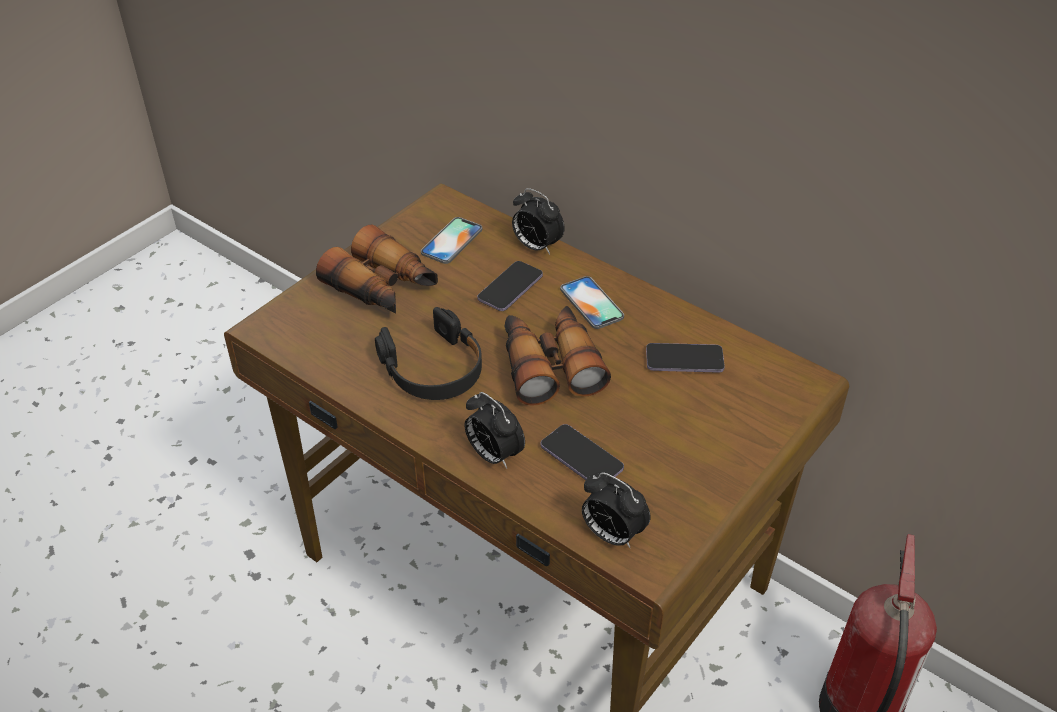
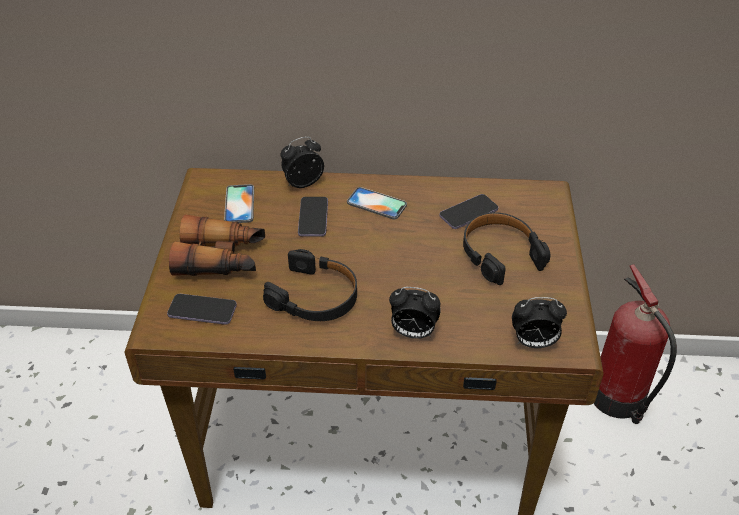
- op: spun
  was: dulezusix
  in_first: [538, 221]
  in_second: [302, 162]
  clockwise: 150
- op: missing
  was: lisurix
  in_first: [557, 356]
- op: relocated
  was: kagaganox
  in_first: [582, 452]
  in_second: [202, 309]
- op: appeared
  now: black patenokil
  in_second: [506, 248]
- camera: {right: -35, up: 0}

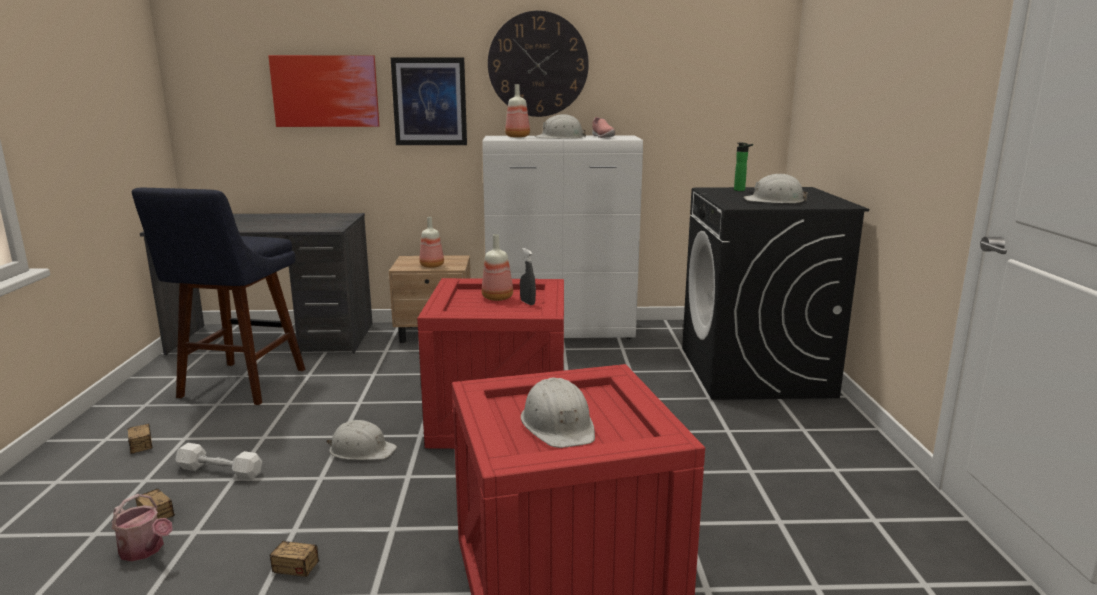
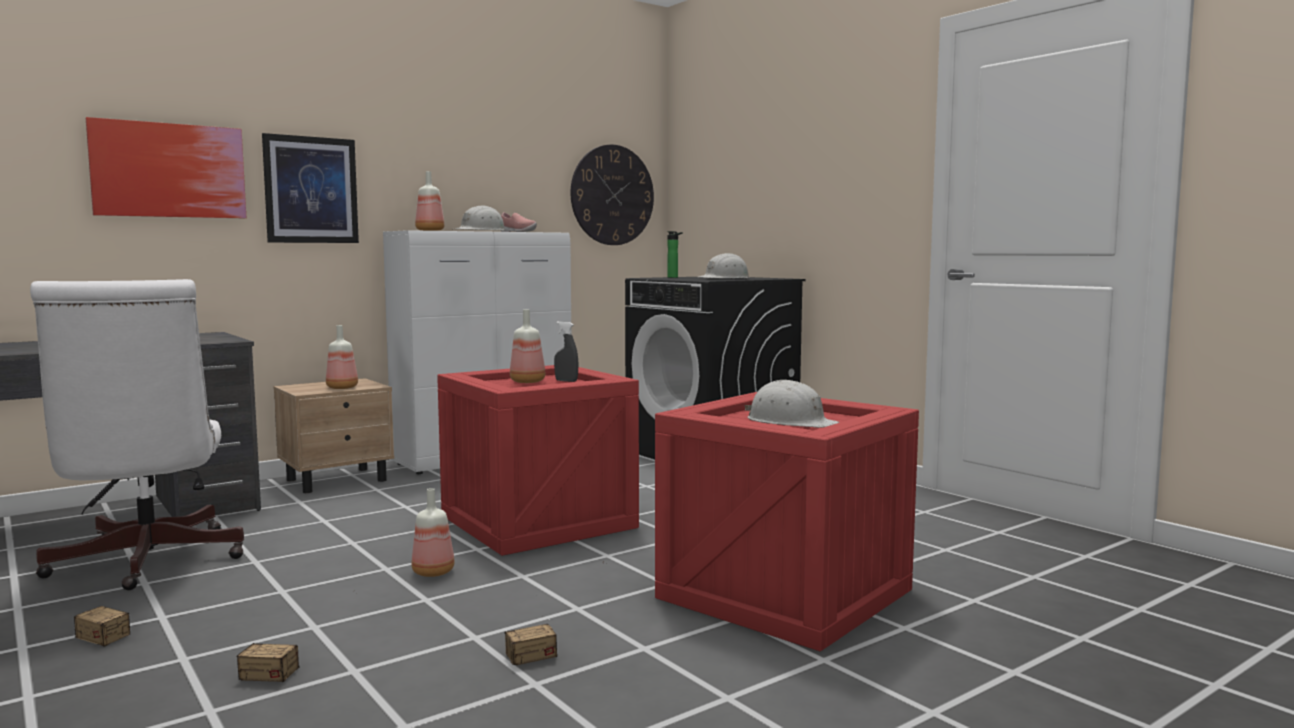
- op: relocated
  was: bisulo
  in_first: [538, 64]
  in_second: [612, 195]
- op: exchanged
  was: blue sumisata
  now: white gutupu
  in_first: [218, 296]
  in_second: [137, 434]
- op: exchanged
  was: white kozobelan
  now: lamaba
  in_first: [361, 440]
  in_second: [433, 532]
- op: missing
  was: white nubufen
  in_first: [218, 461]
- op: missing
  was: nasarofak
  in_first: [142, 527]
- camera: {right: -35, up: -10}

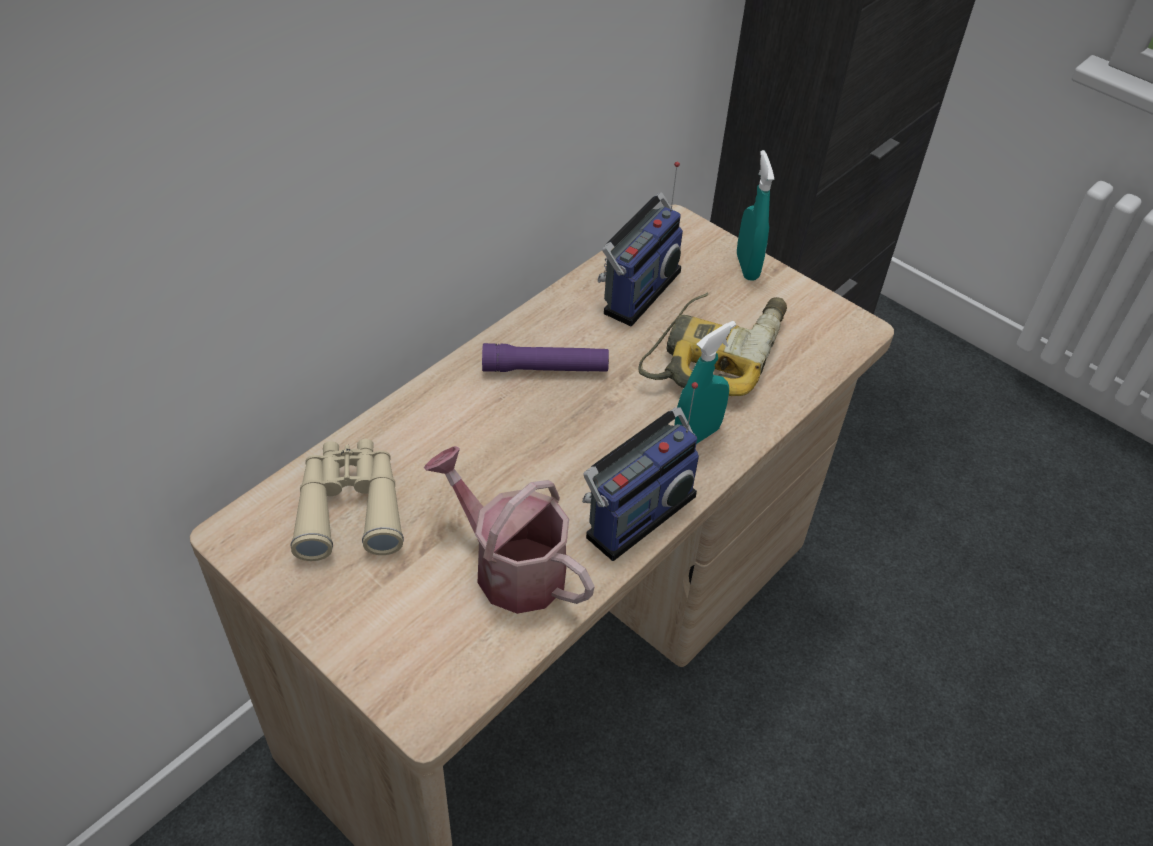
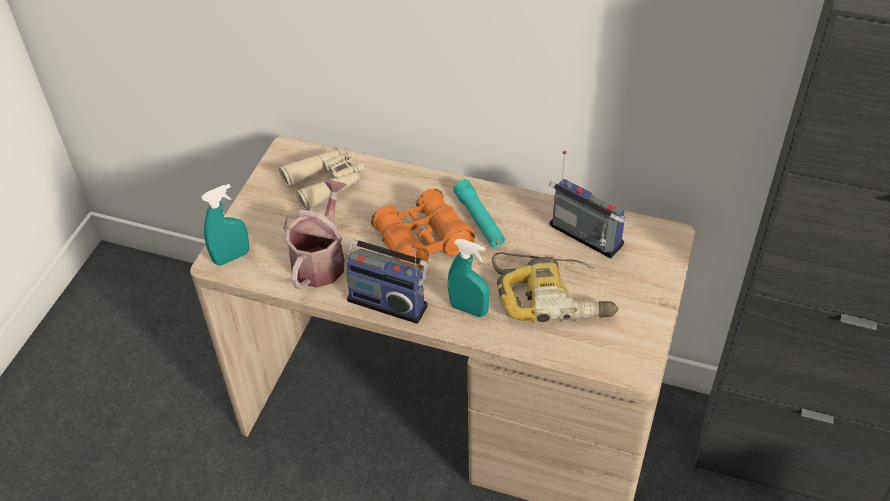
- op: relocated
  was: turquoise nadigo
  in_first: [755, 215]
  in_second: [225, 224]
- op: spun
  was: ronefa
  in_first: [640, 243]
  in_second: [587, 204]
  clockwise: -150
- op: colour
  was: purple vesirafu
  now: turquoise vesirafu
  in_first: [545, 357]
  in_second: [479, 213]
- op: appeared
  now: orange lisurix
  in_second: [423, 228]
- camera: {right: 70, up: 0}

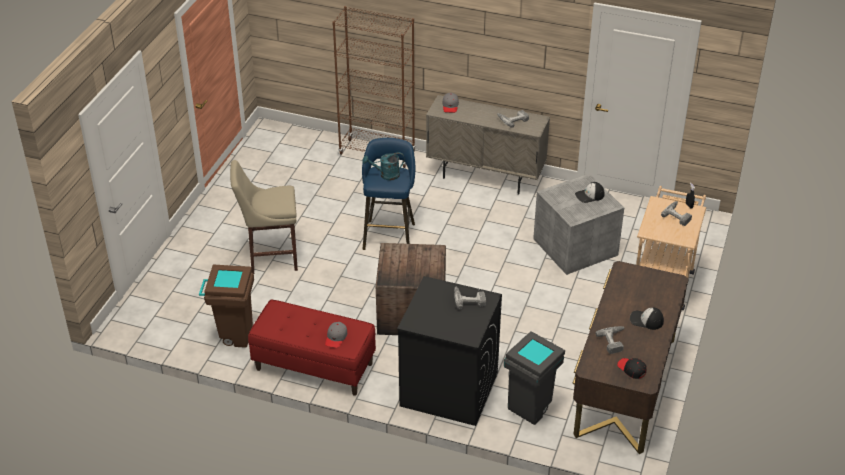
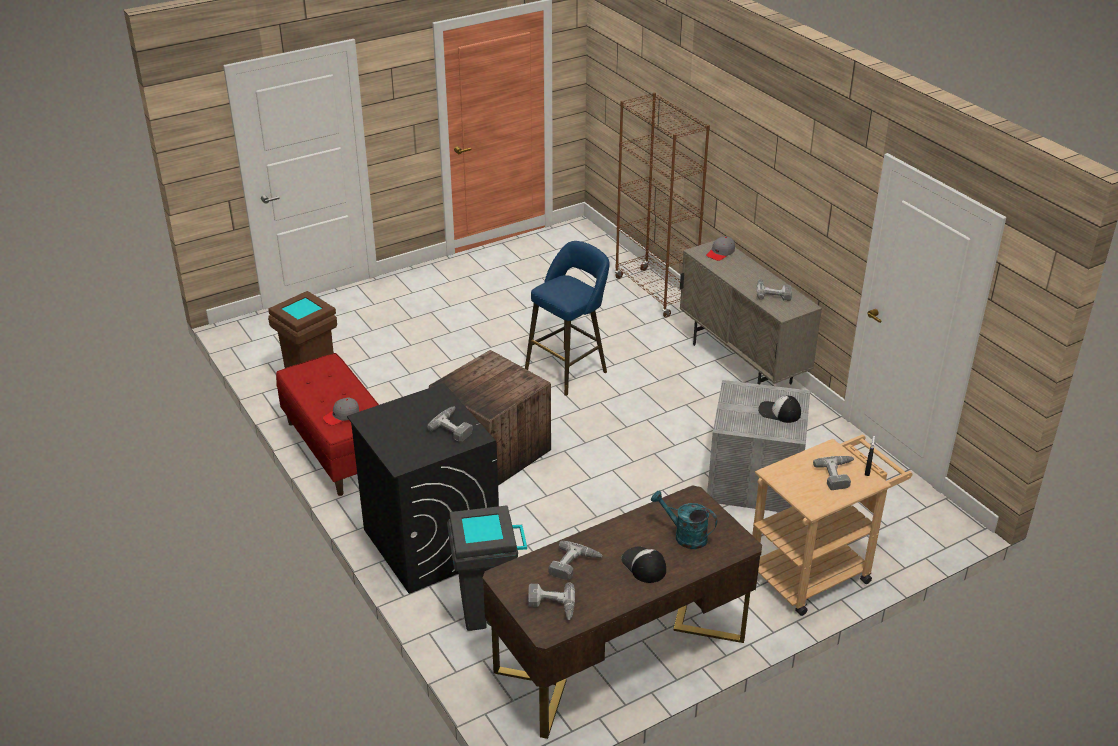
- op: relocated
  was: turquoise nasarofak
  in_first: [383, 166]
  in_second: [684, 520]
- op: missing
  was: beige sumisata
  in_first: [264, 217]
- op: exchanged
  was: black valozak
  now: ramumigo
  in_first: [632, 368]
  in_second: [551, 601]
- camera: {right: 40, up: -5}

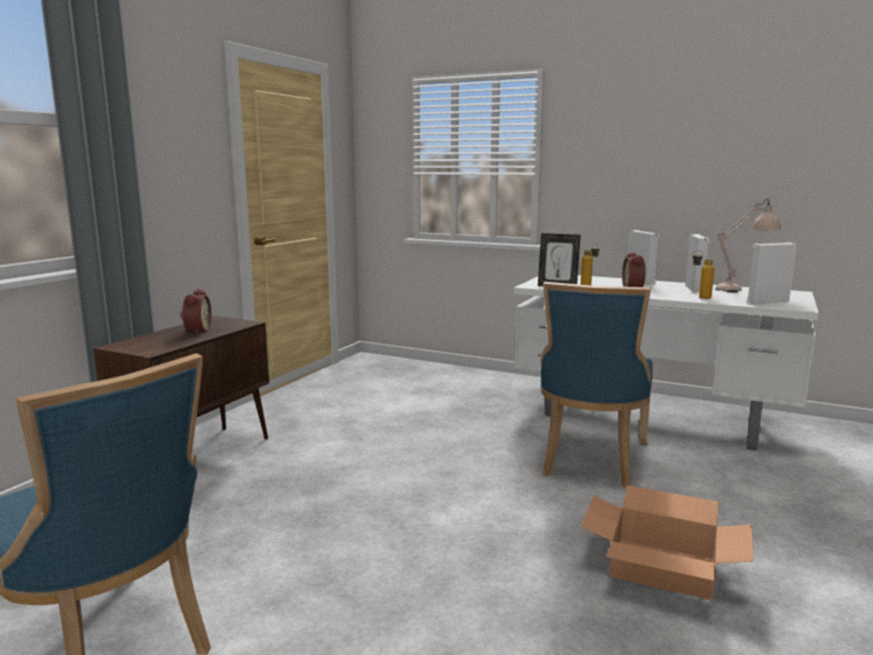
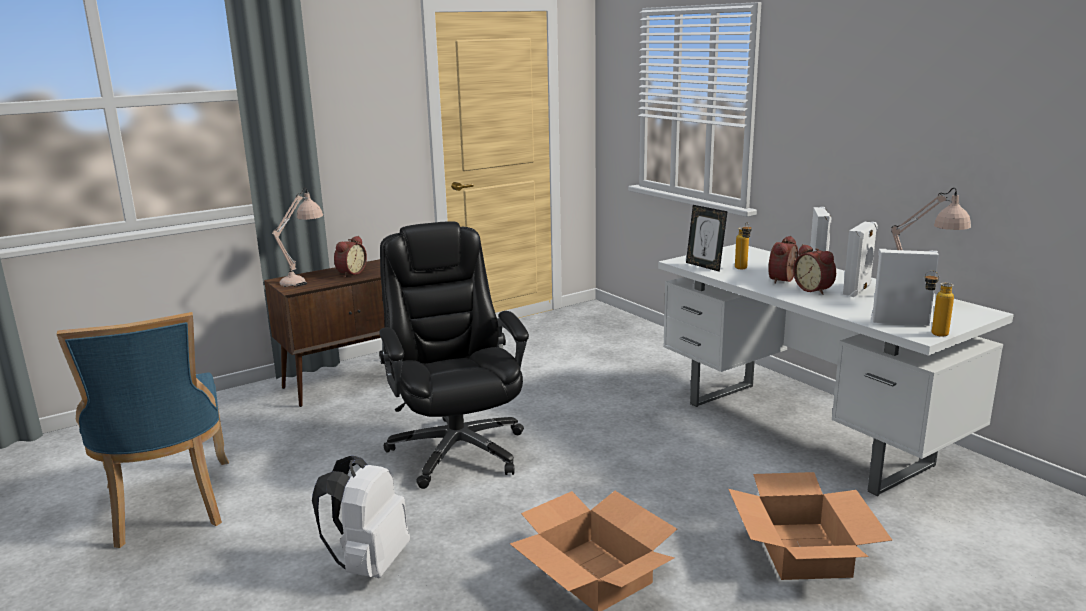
- op: relocated
  was: lamaba
  in_first: [703, 274]
  in_second: [939, 303]
- op: missing
  was: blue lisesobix
  in_first: [596, 385]
- op: appeared
  now: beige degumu
  in_second: [297, 237]
- op: appeared
  now: black gutupu
  in_second: [454, 355]
- op: appeared
  now: dulezusix
  in_second: [814, 269]
- op: appeared
  now: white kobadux
  in_second: [361, 517]
- op: appeared
  now: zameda
  in_second: [811, 526]
- camera: {right: 30, up: 5}

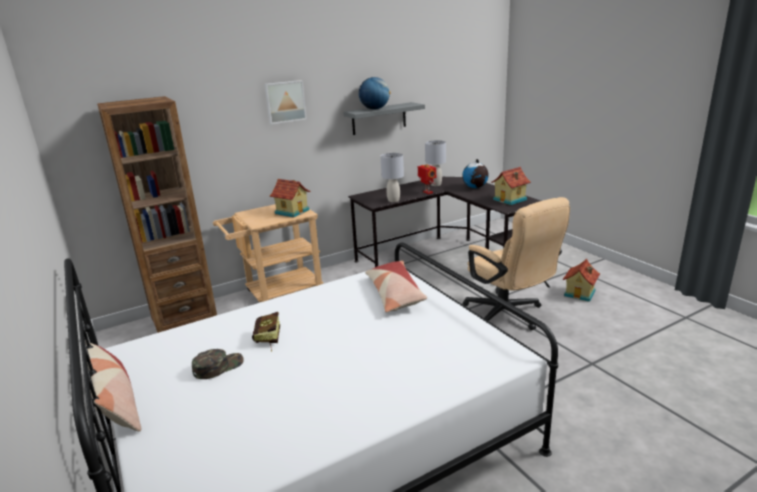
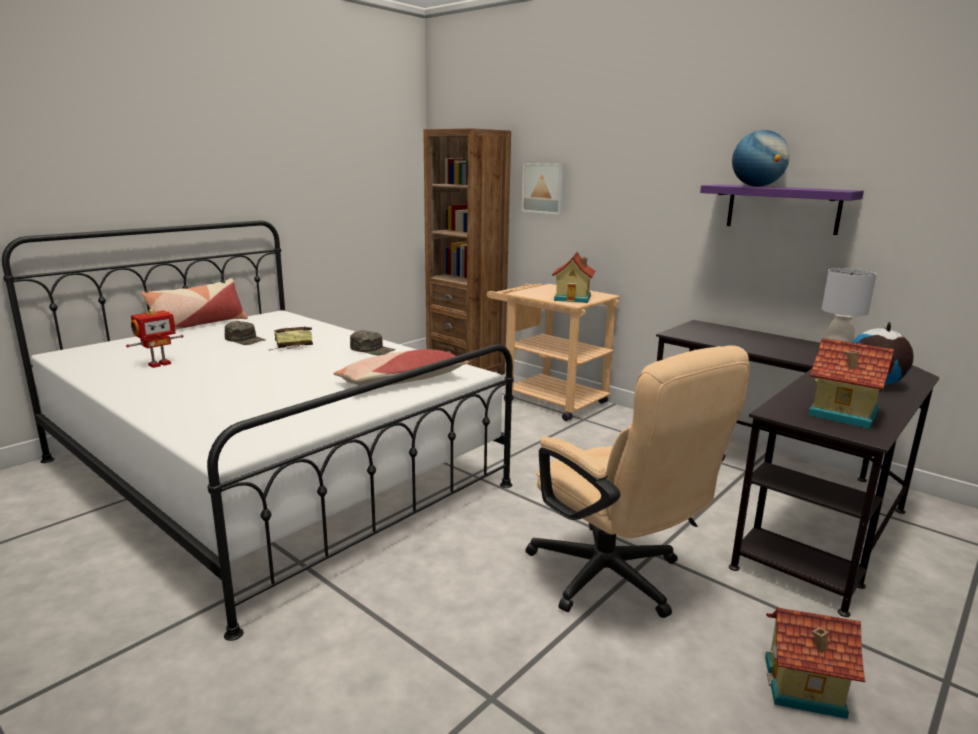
- op: relocated
  was: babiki
  in_first: [285, 102]
  in_second: [543, 189]
- op: colour
  was: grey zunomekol
  now: purple zunomekol
  in_first: [384, 118]
  in_second: [782, 209]
- op: missing
  was: grey degumu
  in_first: [392, 177]
- op: relocated
  was: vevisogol
  in_first: [427, 179]
  in_second: [155, 338]
- op: spun
  was: beige gutupu
  in_first: [516, 263]
  in_second: [637, 481]
  clockwise: -75
- op: appeared
  now: green valozak
  in_second: [373, 342]
- camera: {right: 70, up: -5}

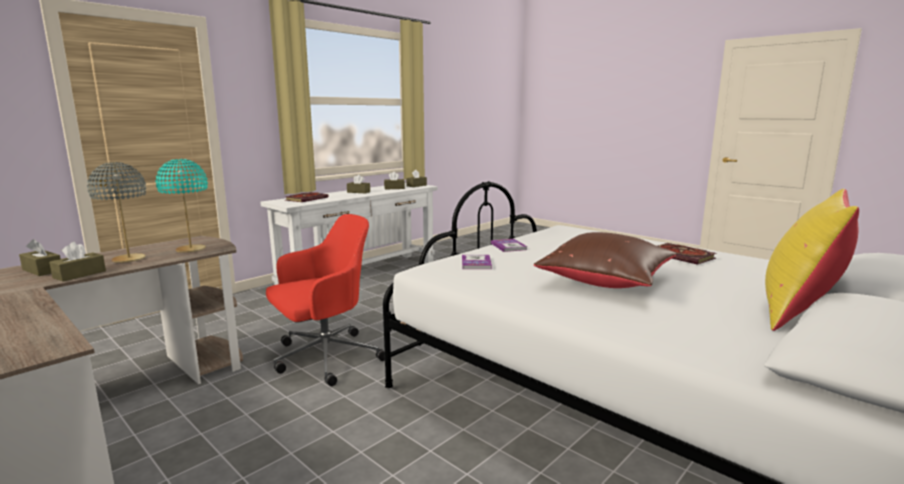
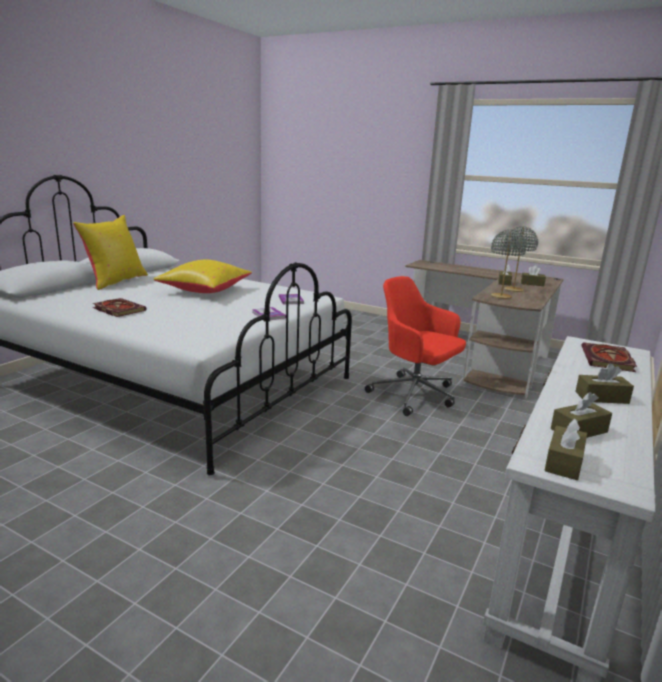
- op: colour
  was: turquoise degumu
  now: grey degumu
  in_first: [182, 206]
  in_second: [509, 264]
- op: spun
  was: red gutupu
  in_first: [325, 300]
  in_second: [415, 346]
  clockwise: 90
- op: colour
  was: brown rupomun
  now: yellow rupomun
  in_first: [605, 260]
  in_second: [203, 276]
- camera: {right: 165, up: 5}

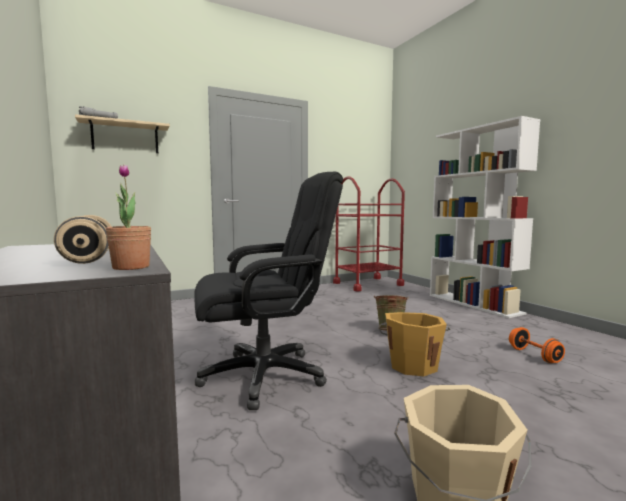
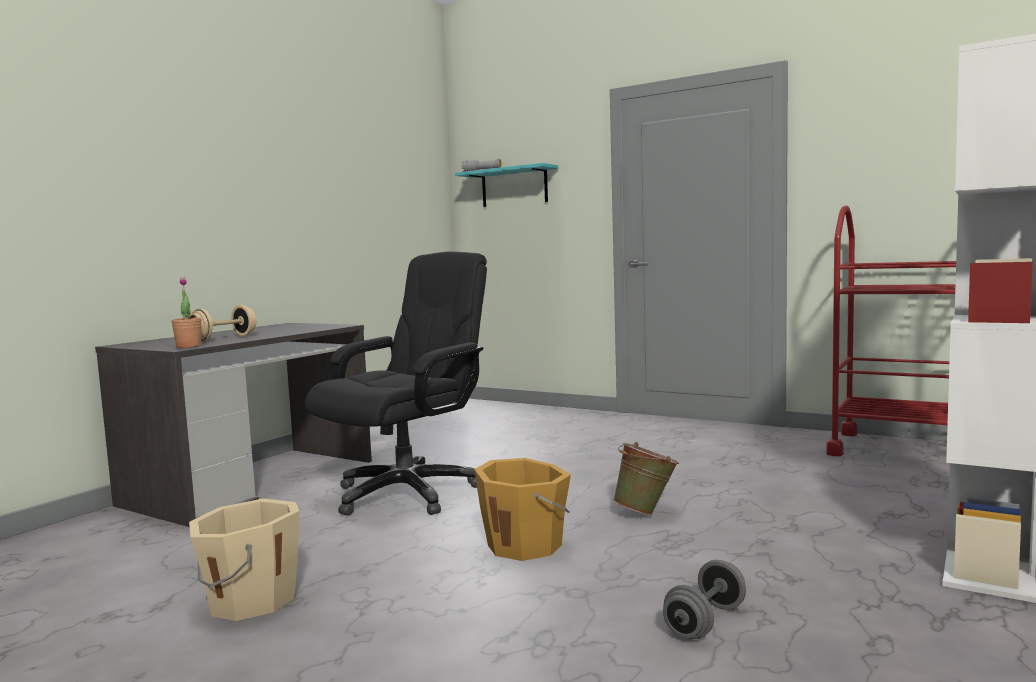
- op: colour
  was: beige zunomekol
  now: turquoise zunomekol
  in_first: [122, 133]
  in_second: [506, 185]
- op: spun
  was: black gutupu
  in_first: [268, 291]
  in_second: [396, 383]
  clockwise: -90
- op: colour
  was: orange nubufen
  now: grey nubufen
  in_first: [537, 345]
  in_second: [704, 599]
- camera: {right: 60, up: 0}

